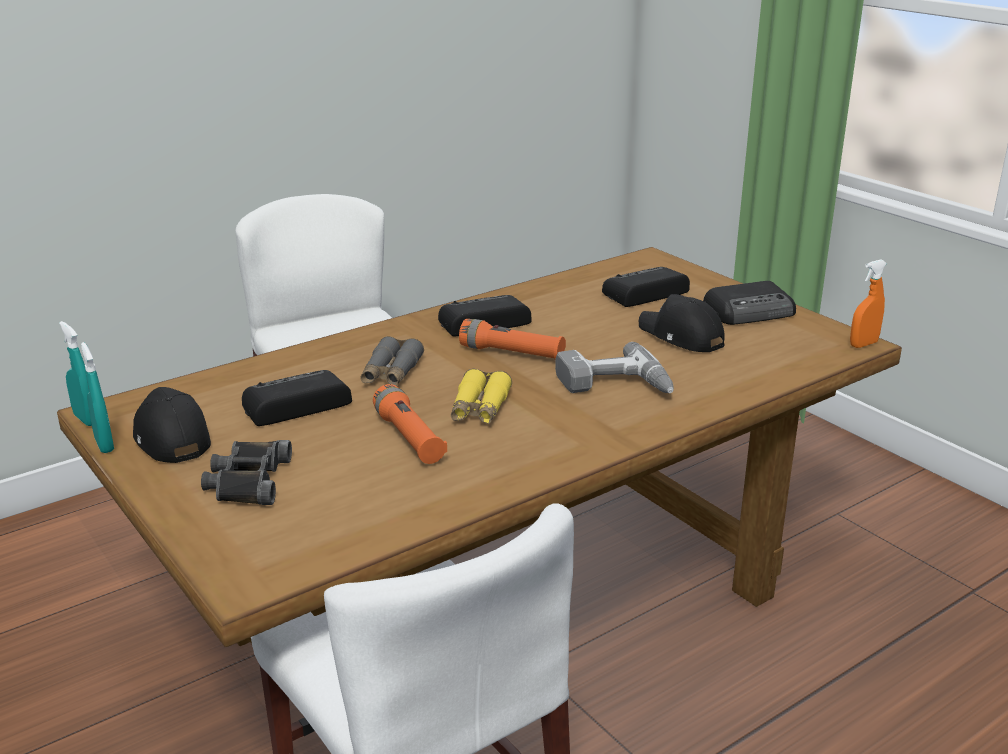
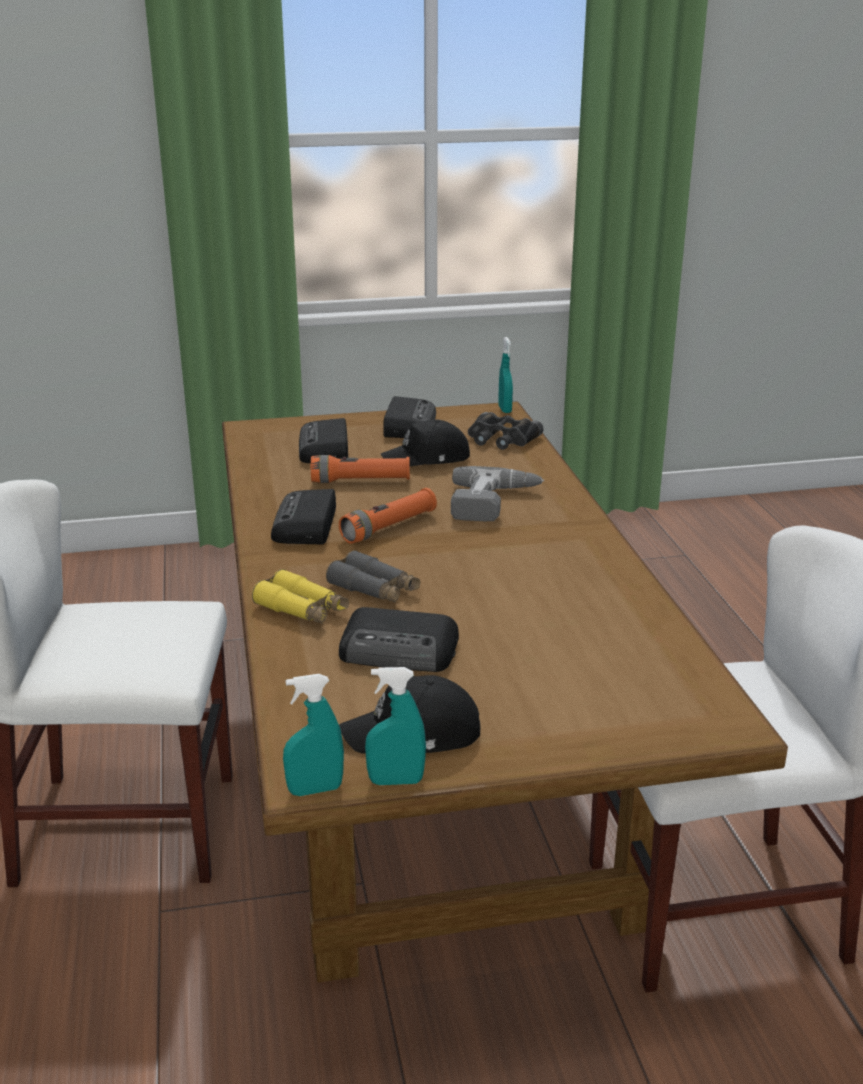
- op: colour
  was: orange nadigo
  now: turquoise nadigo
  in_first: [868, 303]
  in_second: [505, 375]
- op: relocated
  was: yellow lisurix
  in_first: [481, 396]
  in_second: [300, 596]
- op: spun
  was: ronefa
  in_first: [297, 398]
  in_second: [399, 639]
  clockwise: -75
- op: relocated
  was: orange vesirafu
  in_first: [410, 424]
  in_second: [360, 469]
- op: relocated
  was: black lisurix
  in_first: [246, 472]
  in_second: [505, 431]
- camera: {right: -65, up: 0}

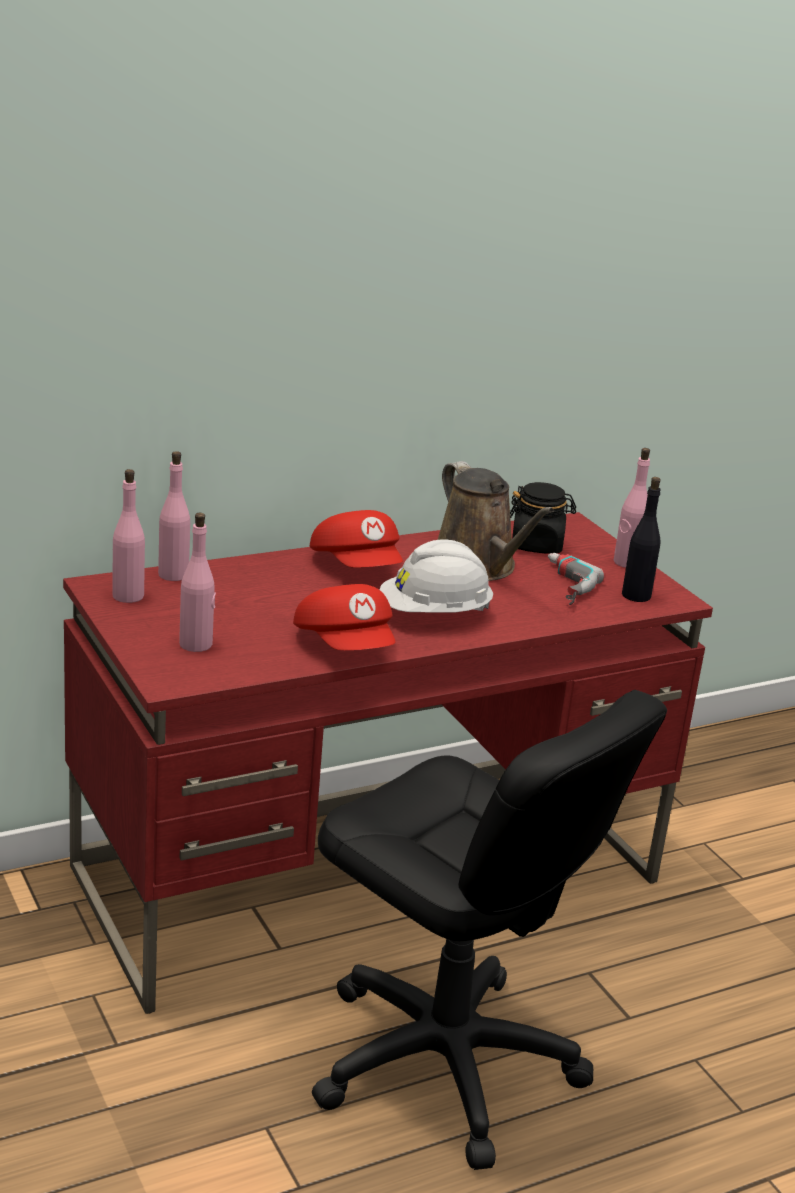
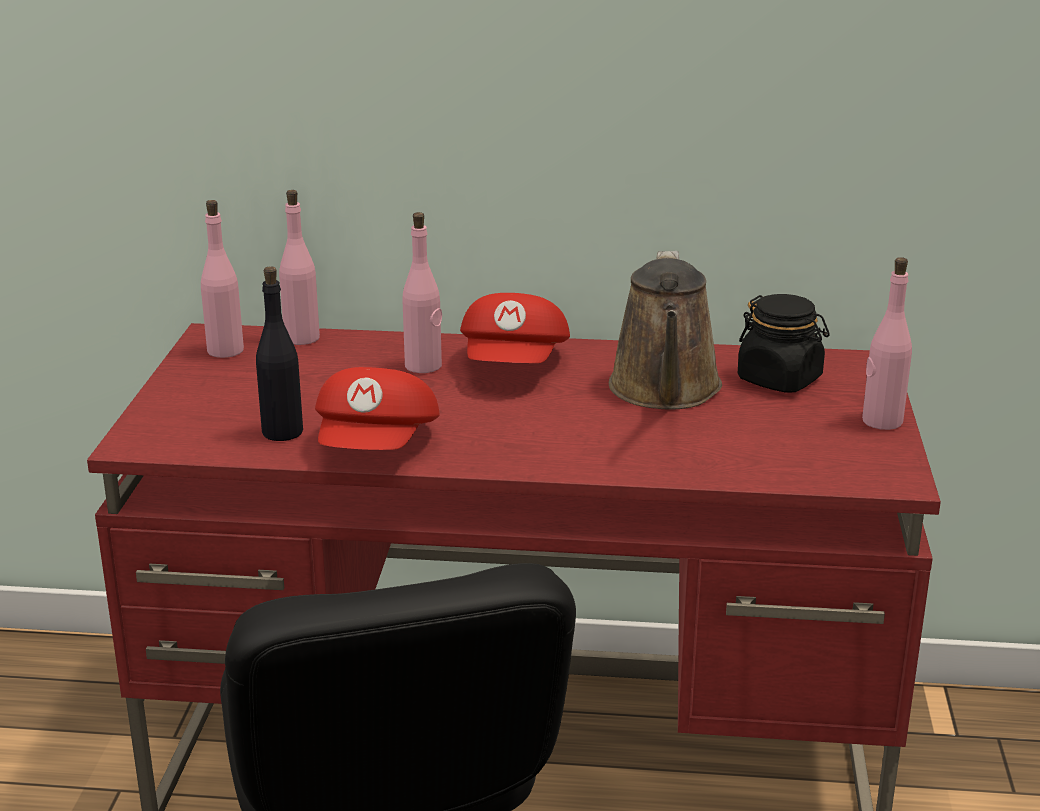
- op: relocated
  was: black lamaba
  in_first: [641, 539]
  in_second: [279, 353]
- op: relocated
  was: pink lamaba
  in_first: [197, 582]
  in_second: [422, 292]
- op: missing
  was: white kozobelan
  in_first: [436, 576]
- op: missing
  was: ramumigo
  in_first: [576, 579]
- camera: {right: 35, up: 0}

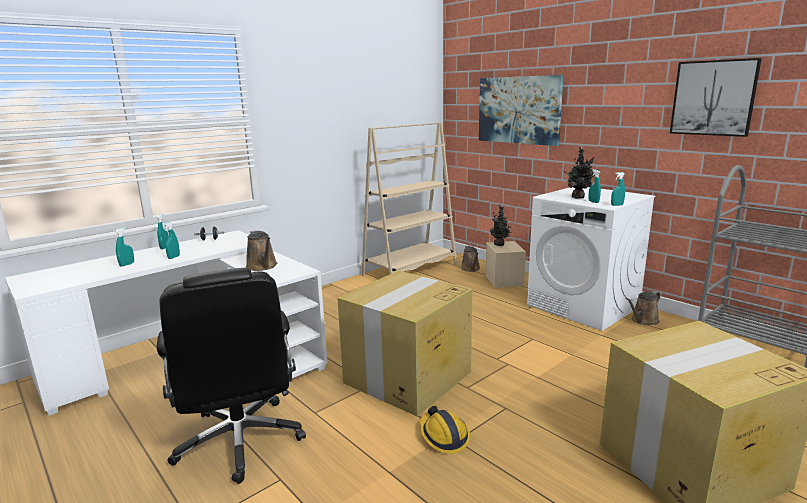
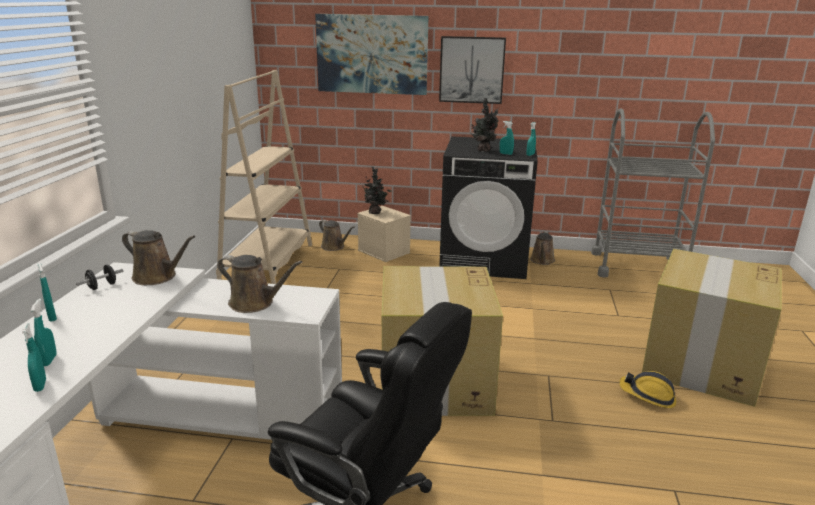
- op: relocated
  was: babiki
  in_first: [716, 97]
  in_second: [472, 70]
- op: colour
  was: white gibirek
  now: black gibirek
  in_first: [591, 259]
  in_second: [488, 207]
- op: relocated
  was: turquoise nadigo
  in_first: [171, 240]
  in_second: [34, 357]
- op: relocated
  was: kozobelan
  in_first: [445, 430]
  in_second: [647, 389]
- op: appeared
  now: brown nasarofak
  in_second: [158, 257]
- camera: {right: -40, up: 5}

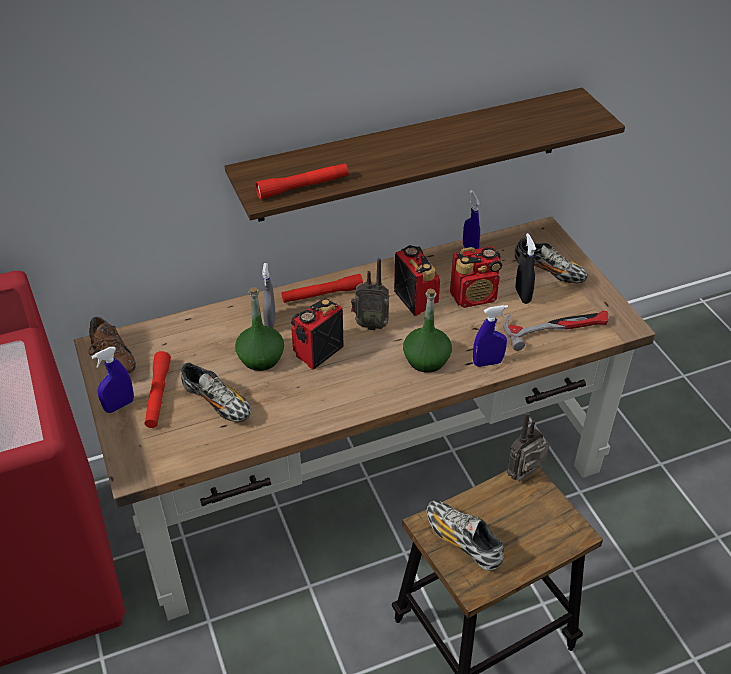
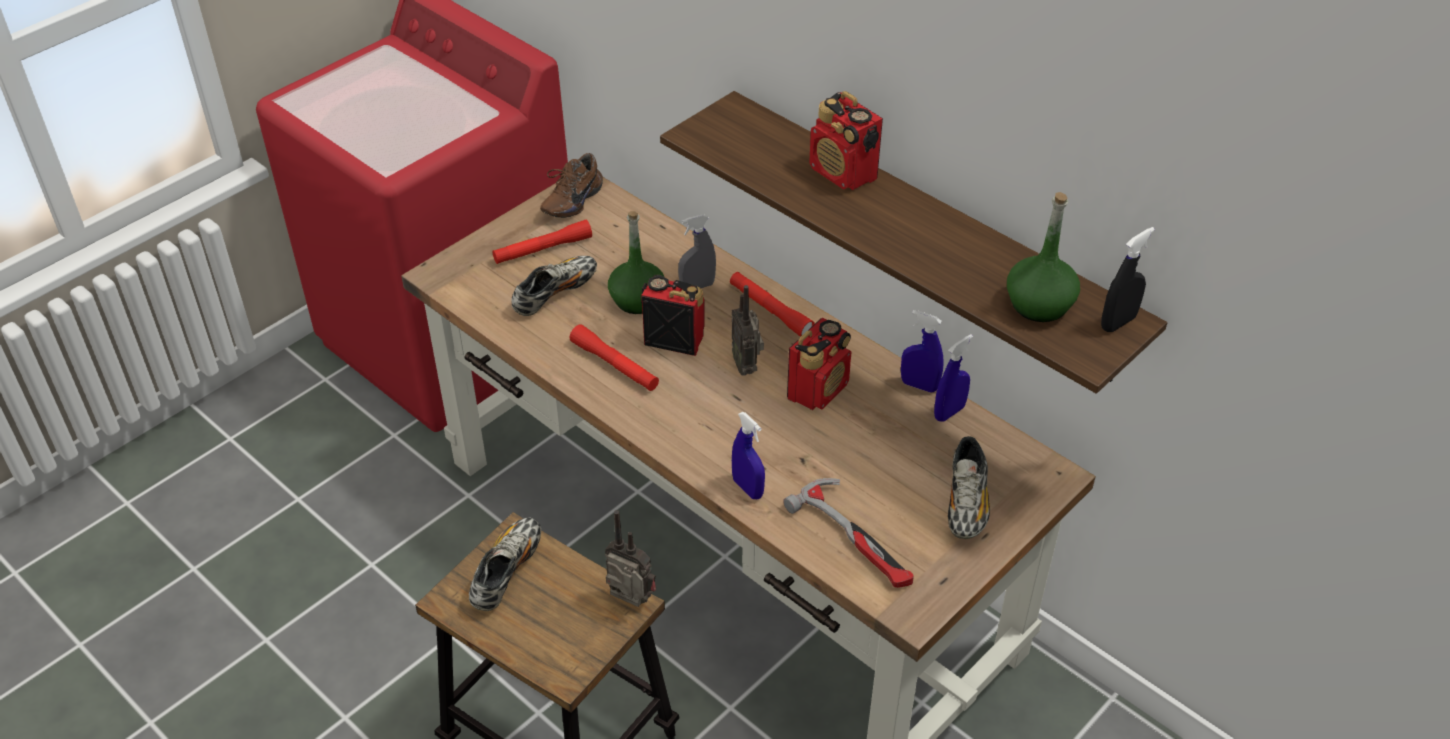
- op: relocated
  was: red vesirafu
  in_first: [302, 181]
  in_second: [614, 357]
- op: relocated
  was: black nadigo
  in_first: [526, 268]
  in_second: [1128, 279]
- op: relocated
  was: ronefa
  in_first: [476, 277]
  in_second: [846, 140]
- op: relocated
  was: green lamaba
  in_first: [427, 331]
  in_second: [1043, 257]
- op: relocated
  was: blue nadigo
  in_first: [112, 380]
  in_second: [922, 351]
- op: spun
  was: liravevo
  in_first: [216, 392]
  in_second: [554, 286]
  clockwise: -150
- camera: {right: 65, up: 0}

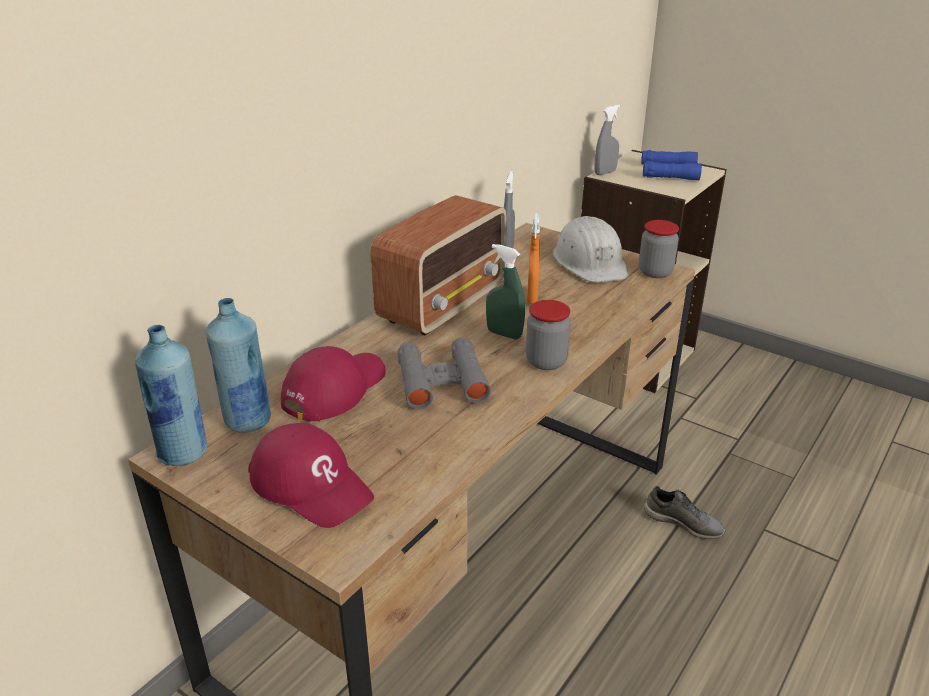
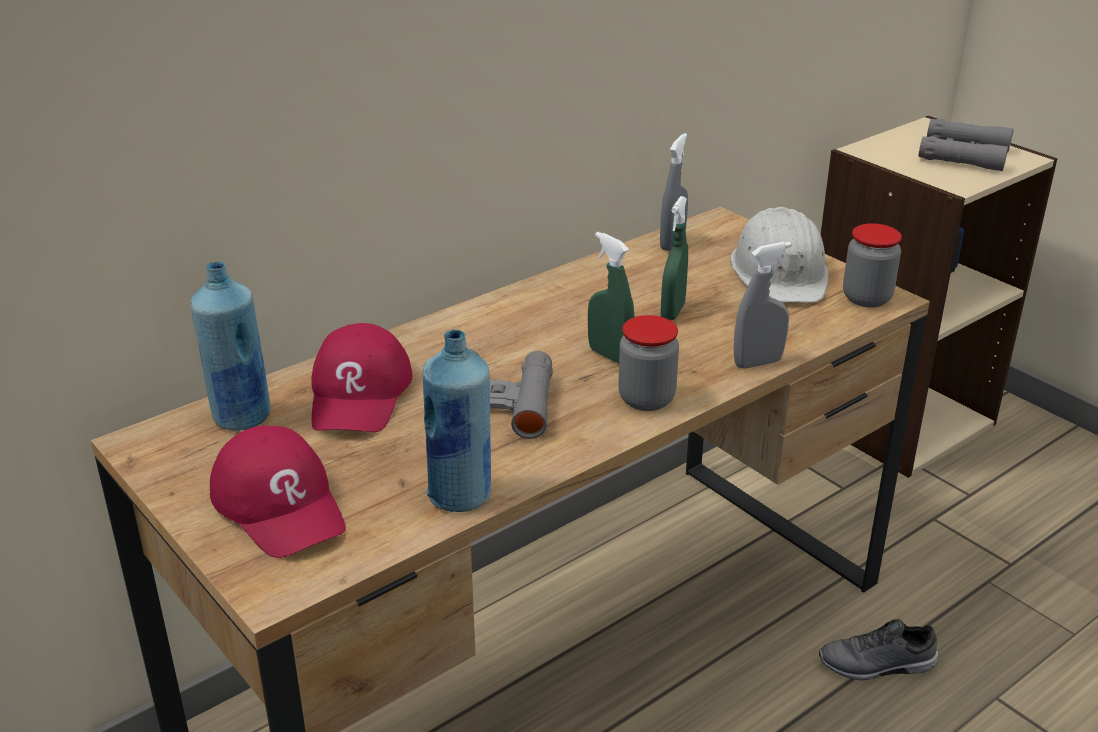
- op: relocated
  was: grey nadigo
  in_first: [607, 140]
  in_second: [762, 305]
- op: colour
  was: blue lisurix
  now: grey lisurix
  in_first: [671, 165]
  in_second: [966, 145]
- op: missing
  was: ronefa
  in_first: [439, 265]
- op: colour
  was: orange nadigo
  now: green nadigo
  in_first: [533, 258]
  in_second: [674, 258]
- op: relocated
  was: blue lamaba
  in_first: [171, 395]
  in_second: [457, 420]
- op: spun
  was: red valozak
  in_first: [333, 384]
  in_second: [362, 377]
  clockwise: 135
- op: spun
  was: grey liravevo
  in_first: [684, 512]
  in_second: [879, 649]
  clockwise: 135
- camera: {right: 15, up: 0}

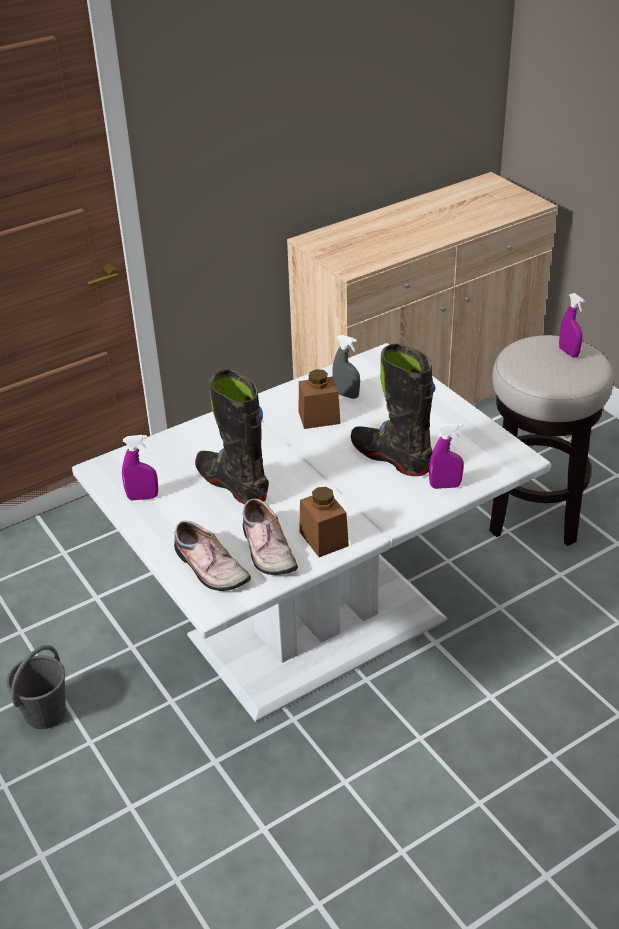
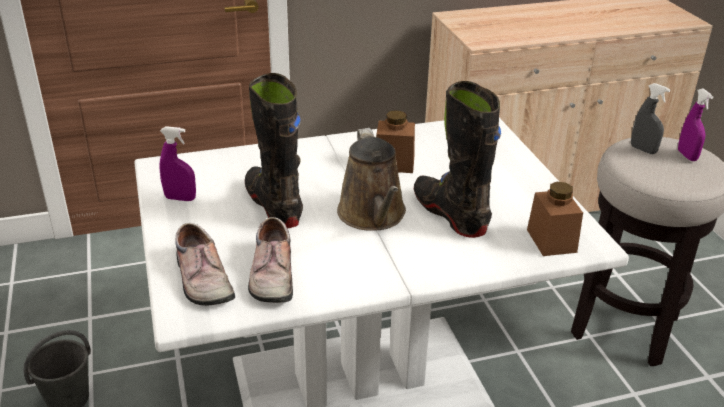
- op: relocated
  was: grey nadigo
  in_first: [346, 367]
  in_second: [650, 118]
- op: missing
  was: purple nadigo
  in_first: [446, 456]
- op: relocated
  was: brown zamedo
  in_first: [324, 522]
  in_second: [555, 219]
- op: appeared
  now: brown nasarofak
  in_second: [371, 179]
- camera: {right: 15, up: -5}

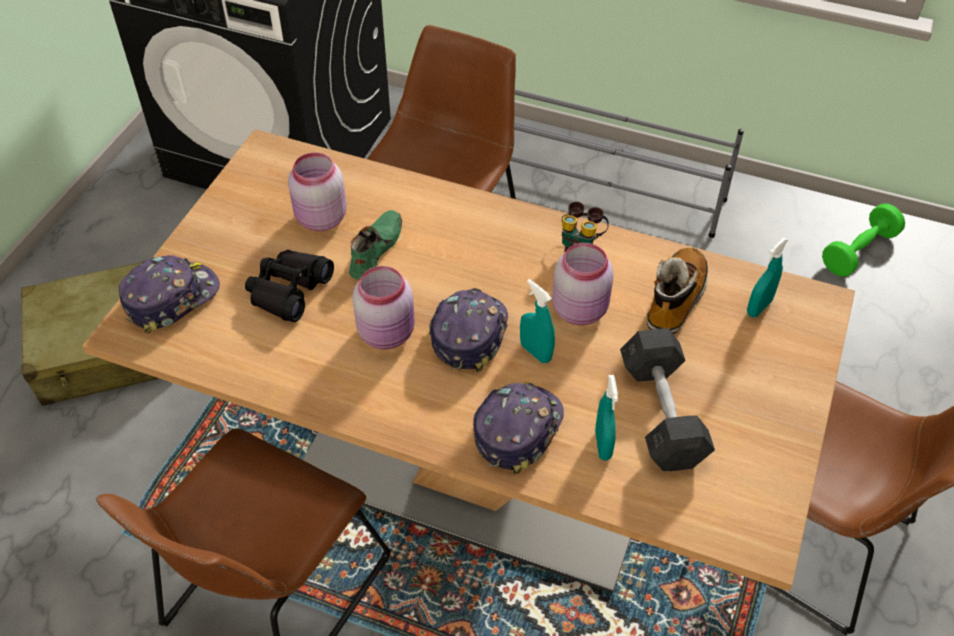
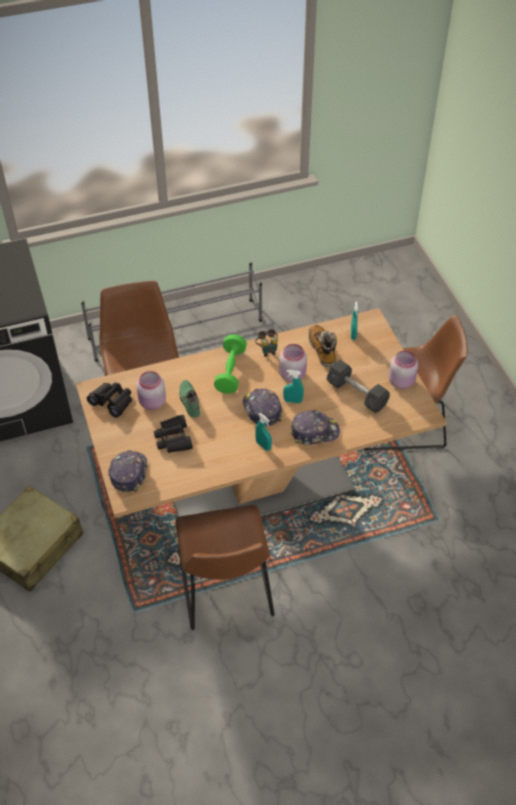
- op: relocated
  was: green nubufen
  in_first: [863, 240]
  in_second: [230, 364]
- op: relocated
  was: pink zamedo
  in_first: [383, 307]
  in_second: [403, 369]
- op: relocated
  was: turquoise nadigo
  in_first: [606, 418]
  in_second: [263, 432]
- op: spun
  was: valozak
  in_first: [518, 428]
  in_second: [315, 427]
  clockwise: 90
- op: appeared
  now: black lisurix
  in_second: [109, 400]
- camera: {right: -40, up: 0}

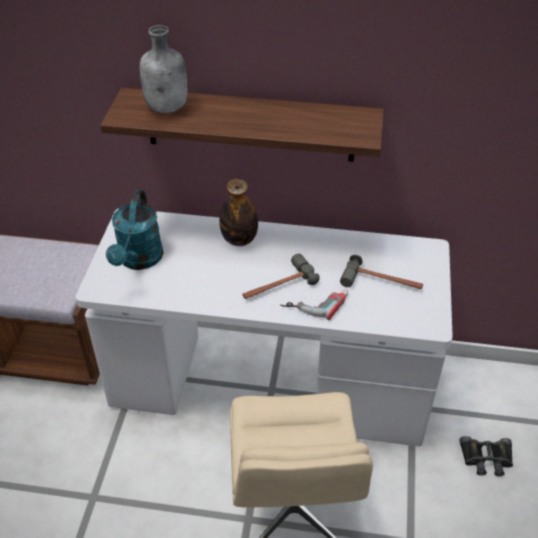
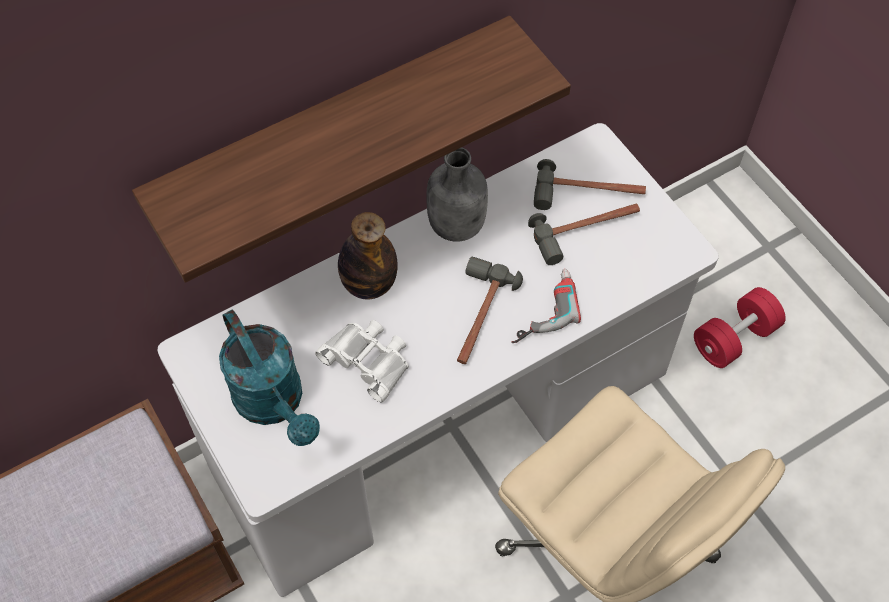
- op: relocated
  was: grey lamaba
  in_first: [163, 69]
  in_second: [457, 194]
- op: exchanged
  was: black lisurix
  now: red nubufen
  in_first: [486, 456]
  in_second: [740, 327]
- op: appeared
  now: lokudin
  in_second: [590, 184]
- op: appeared
  now: white lisurix
  in_second: [362, 361]
- camera: {right: -40, up: 15}

